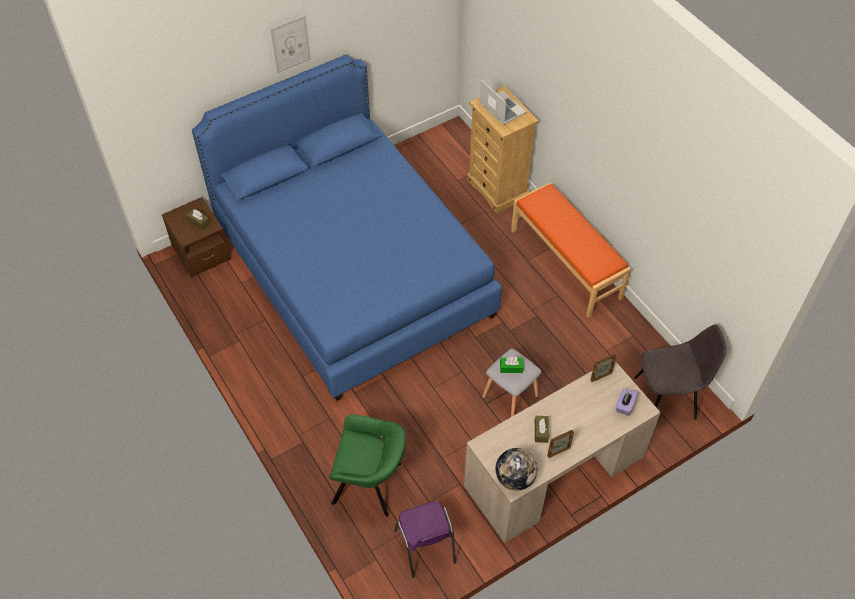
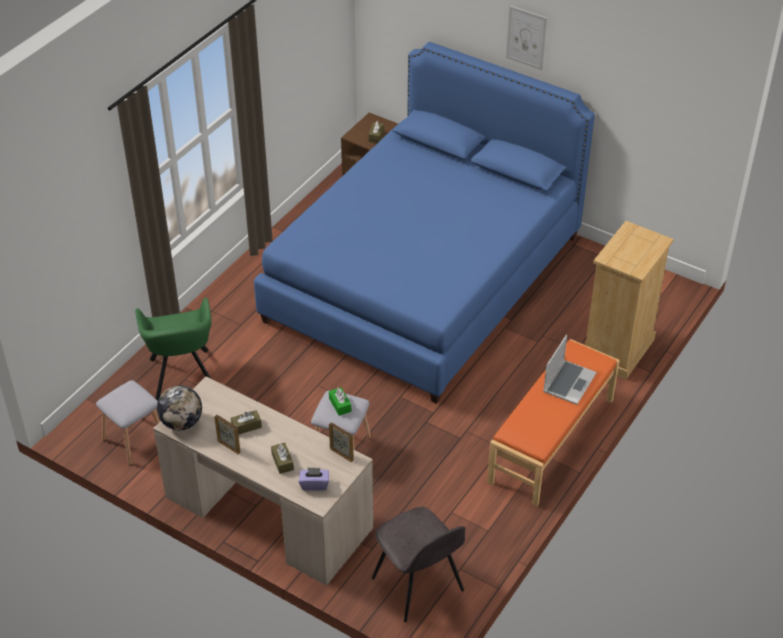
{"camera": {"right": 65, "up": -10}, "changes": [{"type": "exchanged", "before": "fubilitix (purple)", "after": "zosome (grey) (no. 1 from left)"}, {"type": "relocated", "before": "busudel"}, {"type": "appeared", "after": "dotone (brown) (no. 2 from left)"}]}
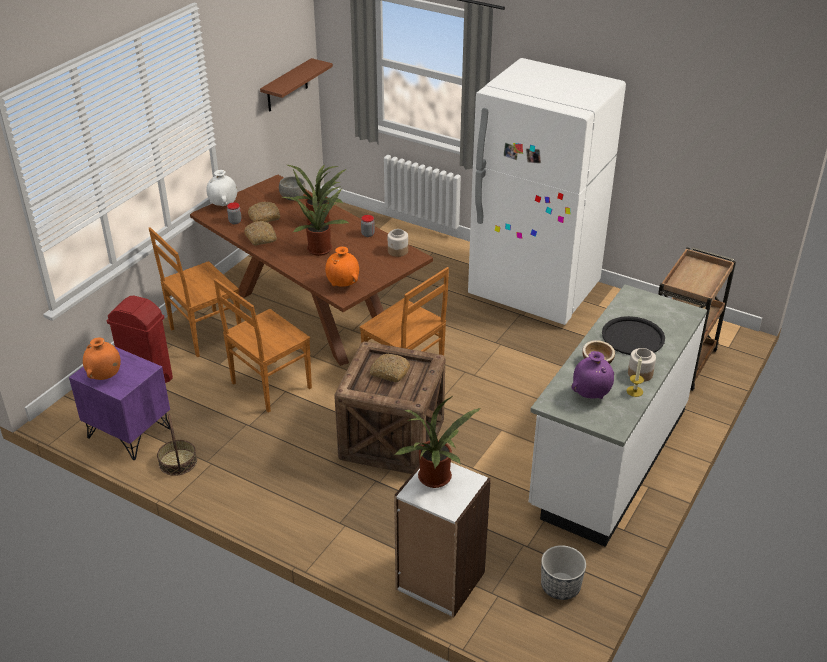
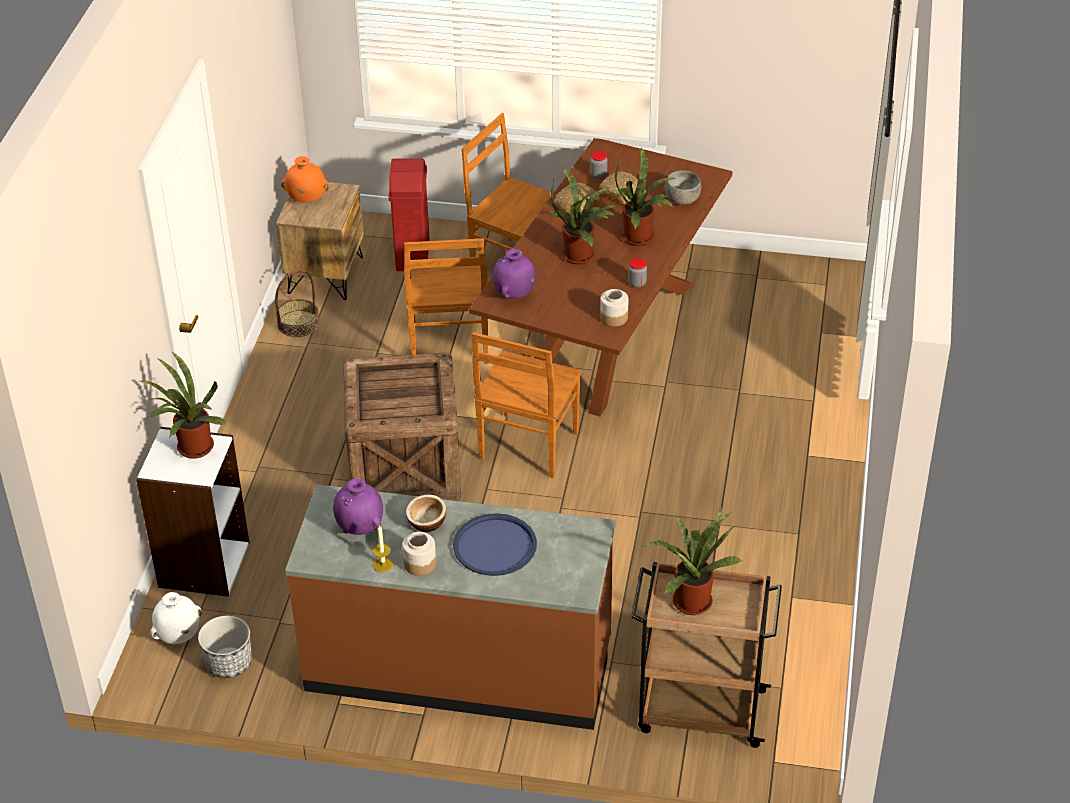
{"camera": {"right": 70, "up": 5}, "changes": [{"type": "colour", "before": "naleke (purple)", "after": "naleke (brown)"}, {"type": "relocated", "before": "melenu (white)"}, {"type": "spun", "before": "fubilitix (brown) (no. 2 from left in the first image)", "turn": -120}, {"type": "missing", "before": "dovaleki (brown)"}, {"type": "colour", "before": "melenu (orange) (no. 2 from left)", "after": "melenu (purple) (no. 2 from left)"}, {"type": "missing", "before": "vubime (no. 3 from left)"}, {"type": "missing", "before": "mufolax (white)"}, {"type": "colour", "before": "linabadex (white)", "after": "linabadex (brown)"}, {"type": "colour", "before": "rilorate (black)", "after": "rilorate (blue)"}, {"type": "appeared", "after": "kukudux (no. 4 from left)"}]}
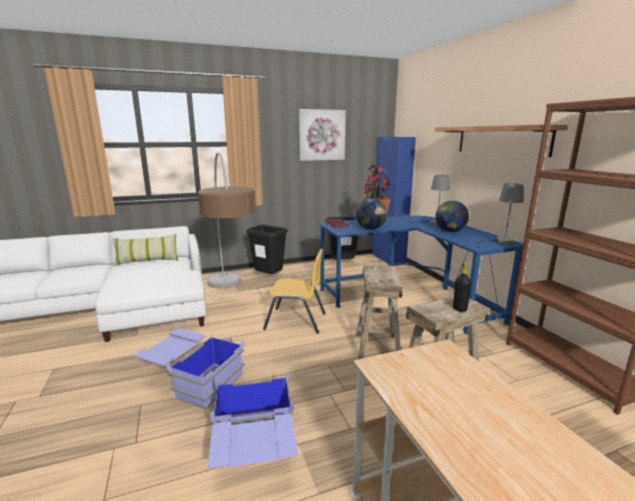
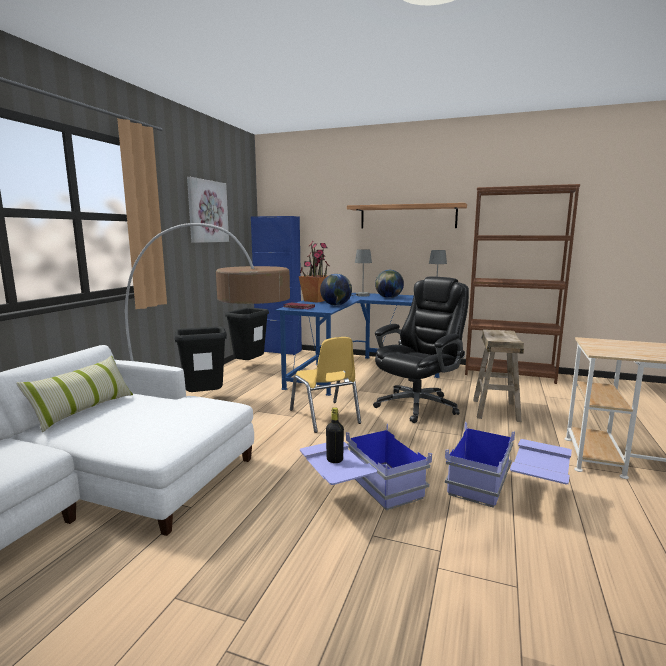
{"camera": {"right": -50, "up": -5}, "changes": [{"type": "spun", "before": "fubilitix (yellow)", "turn": 105}, {"type": "exchanged", "before": "zosome (beige) (no. 1 from left)", "after": "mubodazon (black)"}, {"type": "relocated", "before": "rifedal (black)"}]}
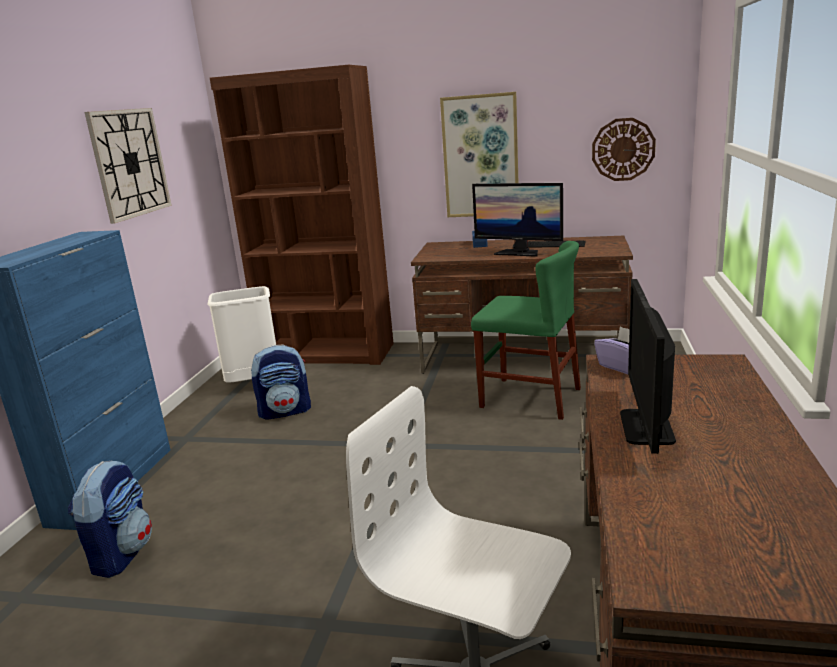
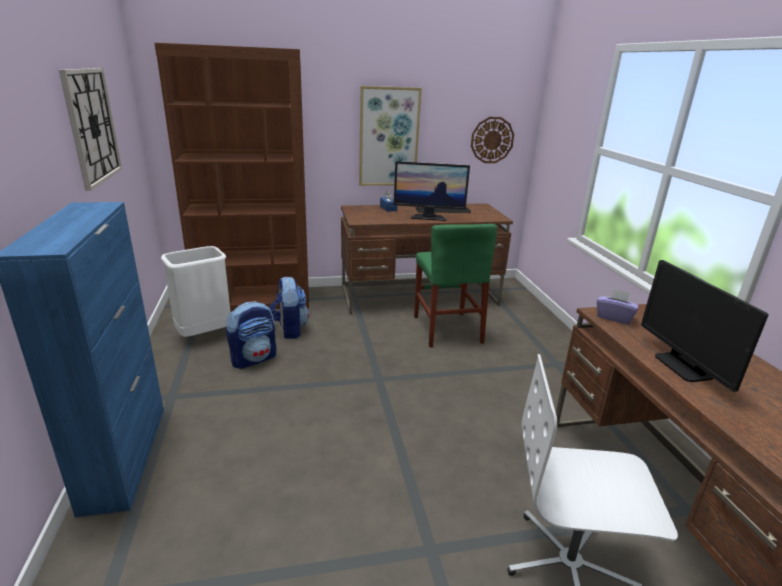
{"camera": {"right": -25, "up": 5}, "changes": [{"type": "relocated", "before": "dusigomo (no. 1 from left in the first image)", "after": "dusigomo (no. 2 from left)"}, {"type": "spun", "before": "fubilitix (green)", "turn": 75}]}
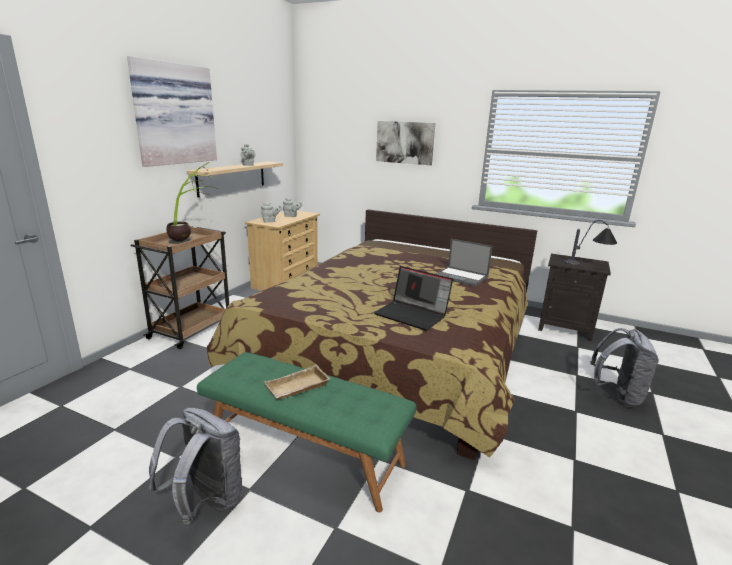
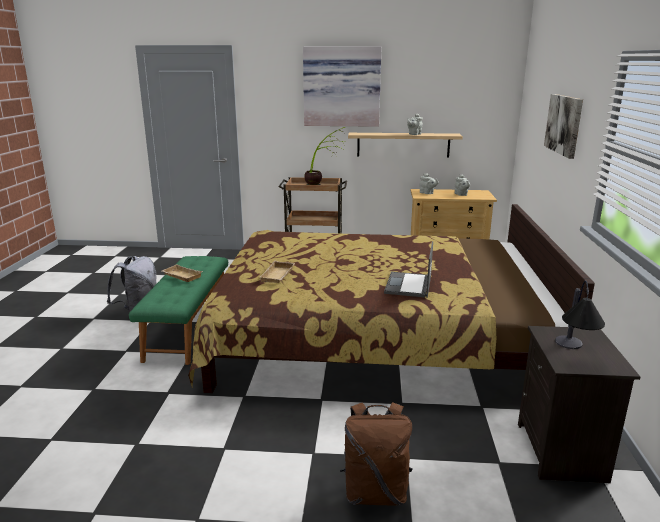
{"camera": {"right": 70, "up": 0}, "changes": [{"type": "exchanged", "before": "busudel (no. 1 from left)", "after": "rilorate (beige) (no. 2 from left)"}, {"type": "colour", "before": "dusigomo (grey) (no. 2 from left)", "after": "dusigomo (brown)"}]}
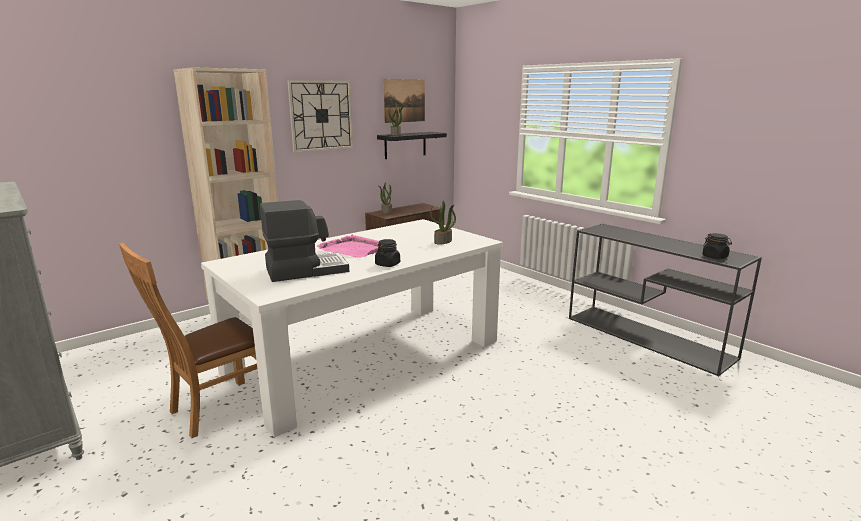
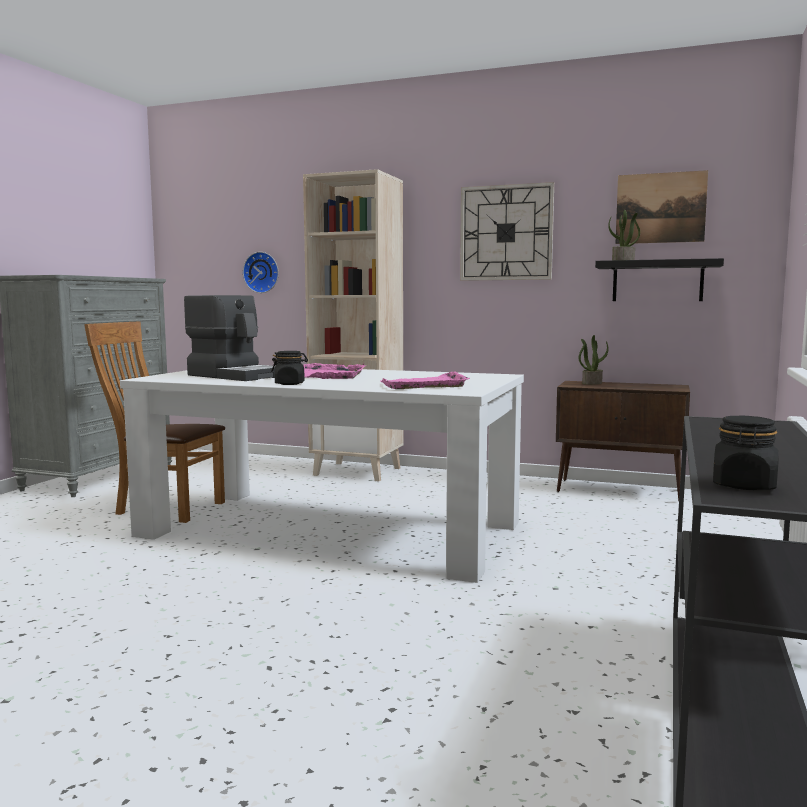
{"camera": {"right": 60, "up": -10}, "changes": [{"type": "exchanged", "before": "kukudux (no. 3 from left)", "after": "rilorate (pink) (no. 2 from left)"}, {"type": "appeared", "after": "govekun (no. 1 from left)"}]}
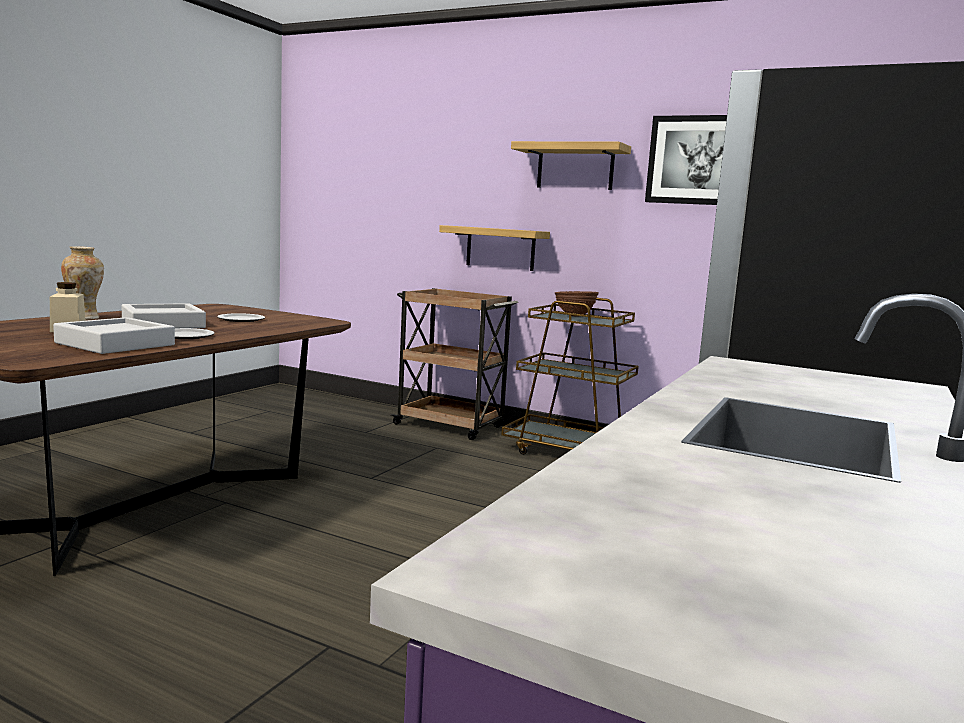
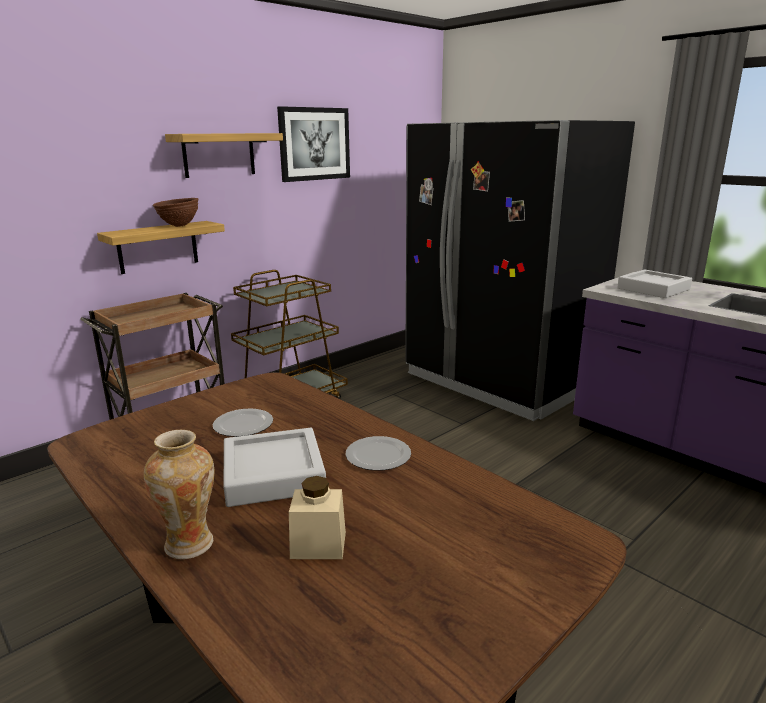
{"camera": {"right": -70, "up": 10}, "changes": [{"type": "relocated", "before": "rilorate (grey) (no. 1 from left in the first image)", "after": "rilorate (grey) (no. 2 from left)"}, {"type": "relocated", "before": "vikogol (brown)"}]}
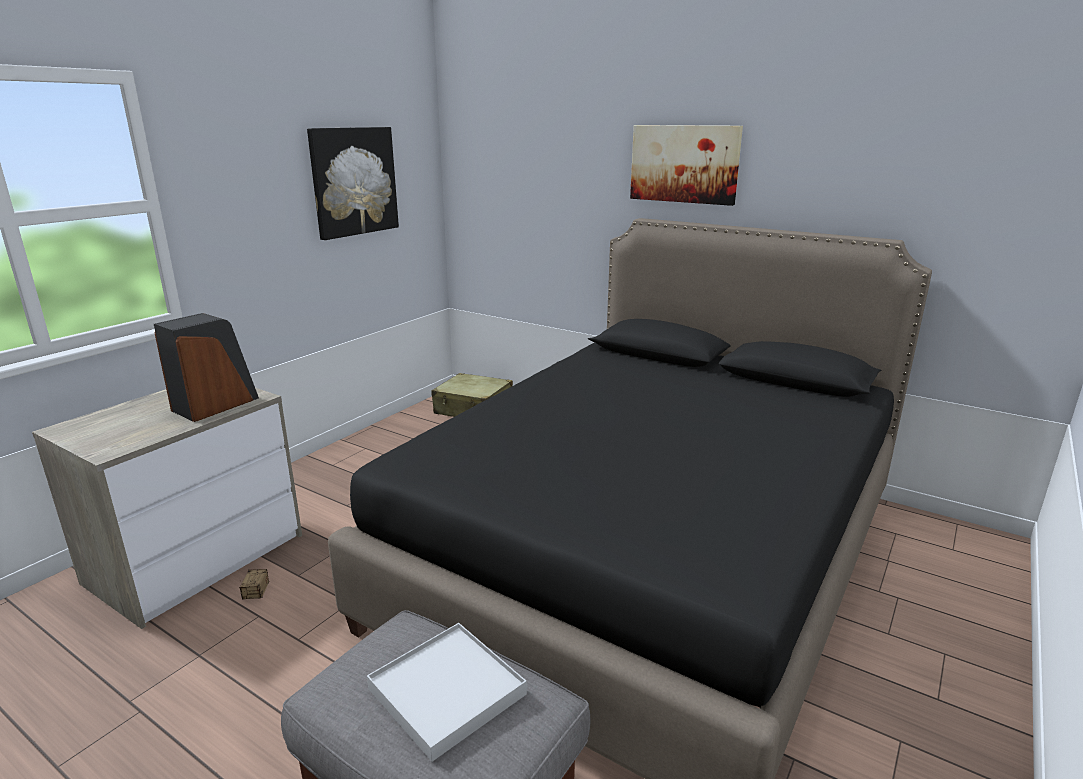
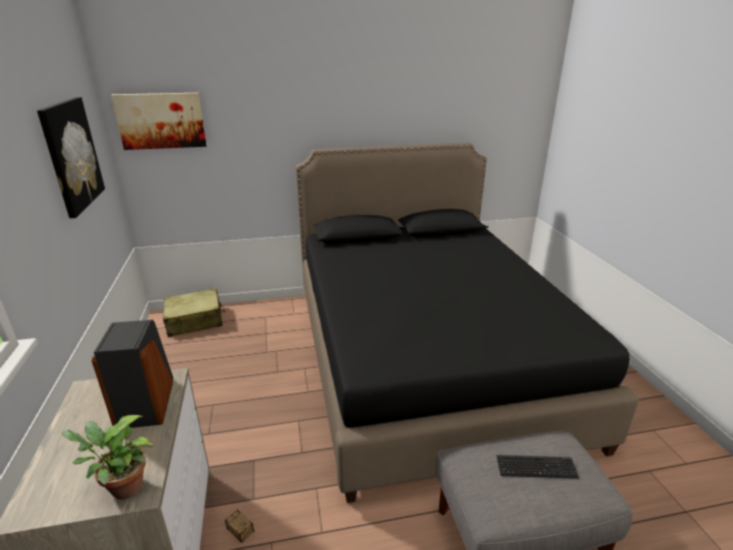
{"camera": {"right": -45, "up": 5}, "changes": [{"type": "exchanged", "before": "rilorate (white)", "after": "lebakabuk"}, {"type": "relocated", "before": "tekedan (no. 2 from left)"}, {"type": "appeared", "after": "kukudux"}]}
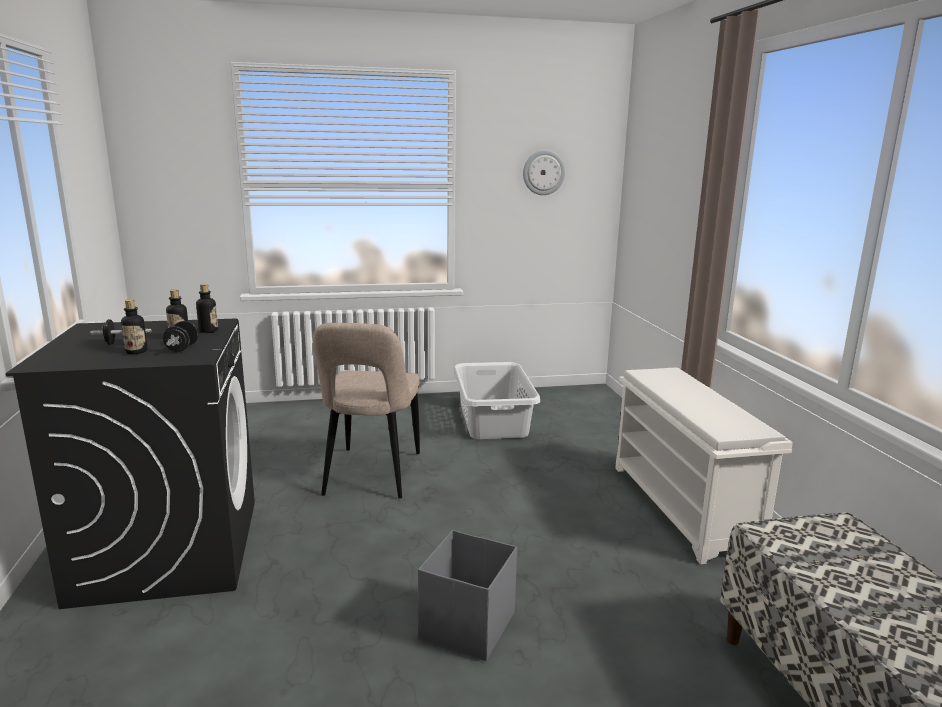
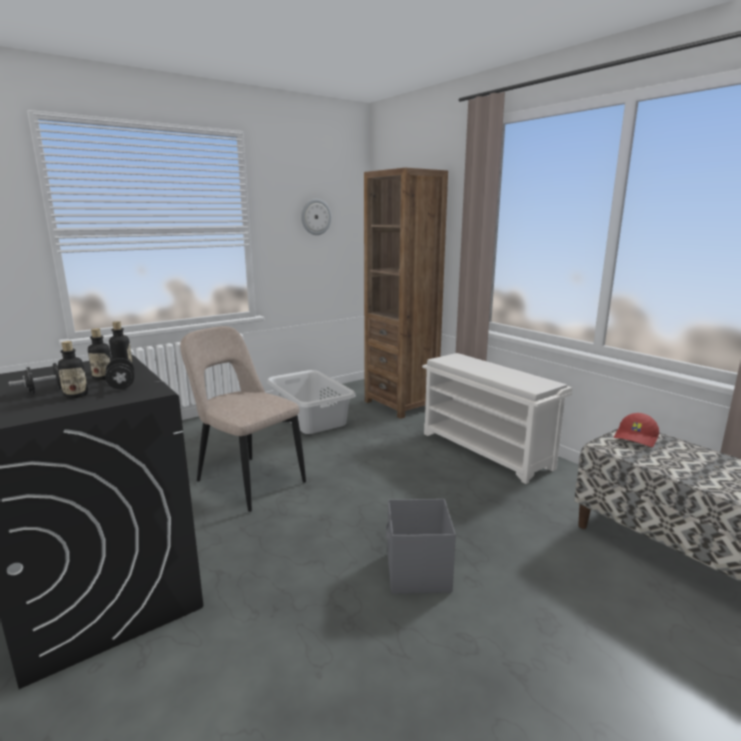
{"camera": {"right": -25, "up": 0}, "changes": [{"type": "spun", "before": "fubilitix (beige)", "turn": 150}, {"type": "appeared", "after": "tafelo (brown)"}, {"type": "appeared", "after": "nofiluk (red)"}]}
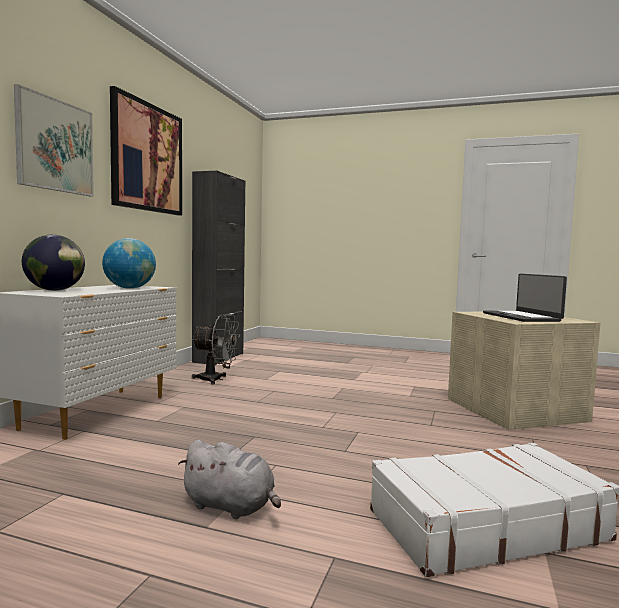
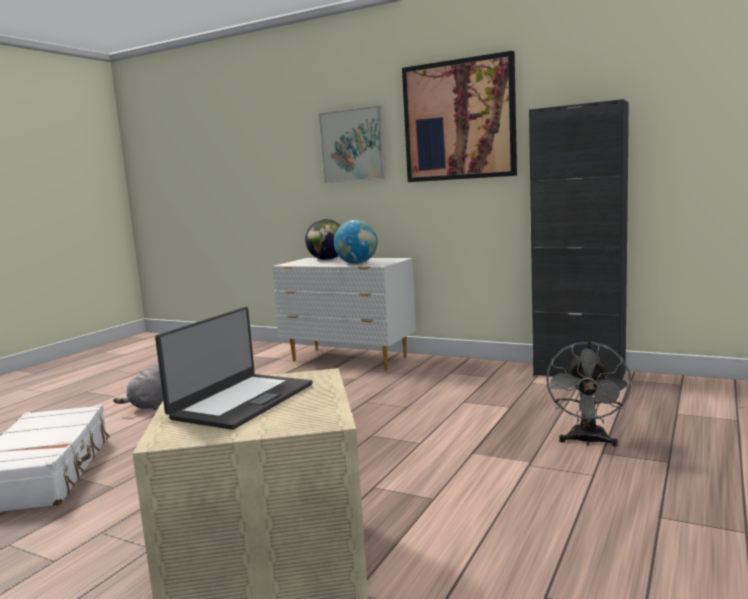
{"camera": {"right": 100, "up": 5}, "changes": [{"type": "relocated", "before": "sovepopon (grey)"}, {"type": "spun", "before": "busudel", "turn": 120}]}
